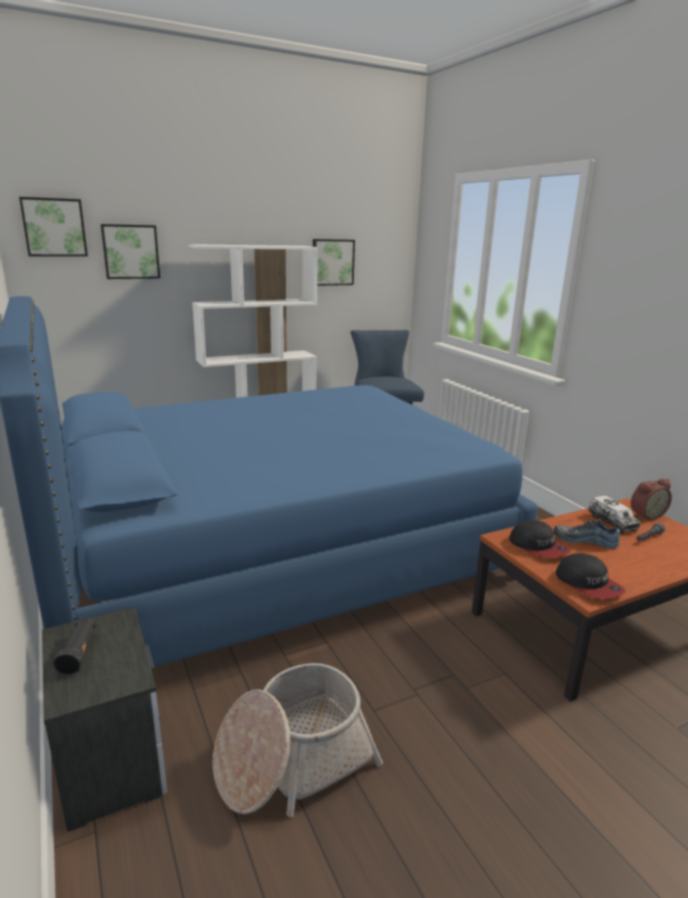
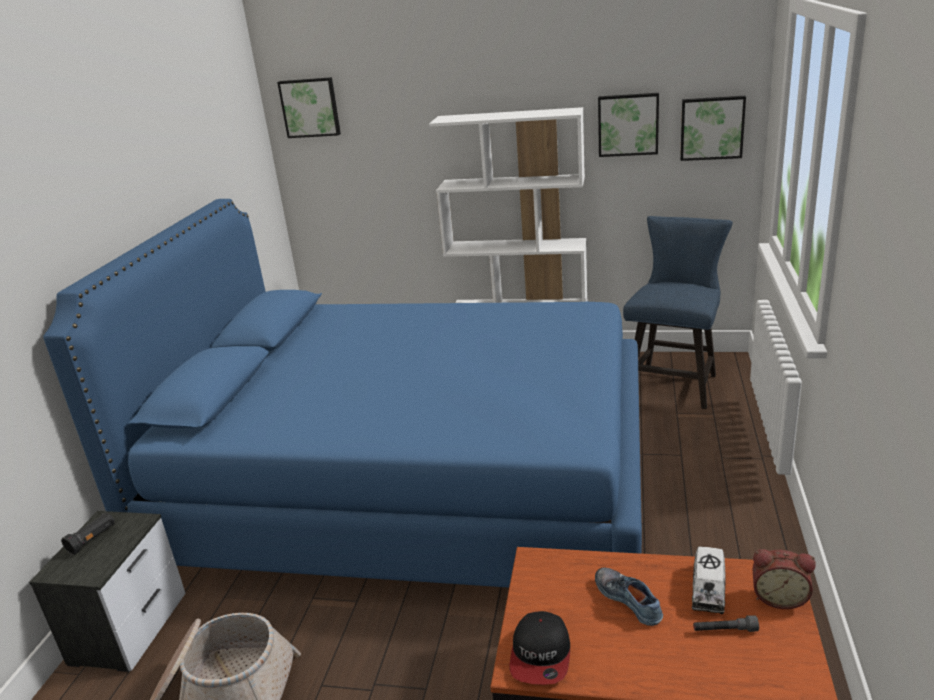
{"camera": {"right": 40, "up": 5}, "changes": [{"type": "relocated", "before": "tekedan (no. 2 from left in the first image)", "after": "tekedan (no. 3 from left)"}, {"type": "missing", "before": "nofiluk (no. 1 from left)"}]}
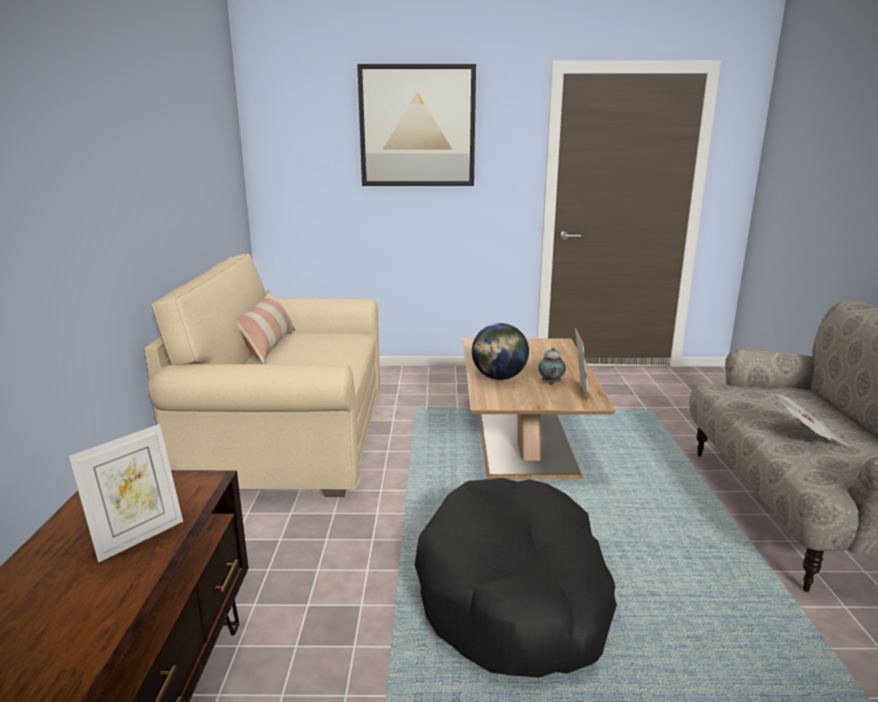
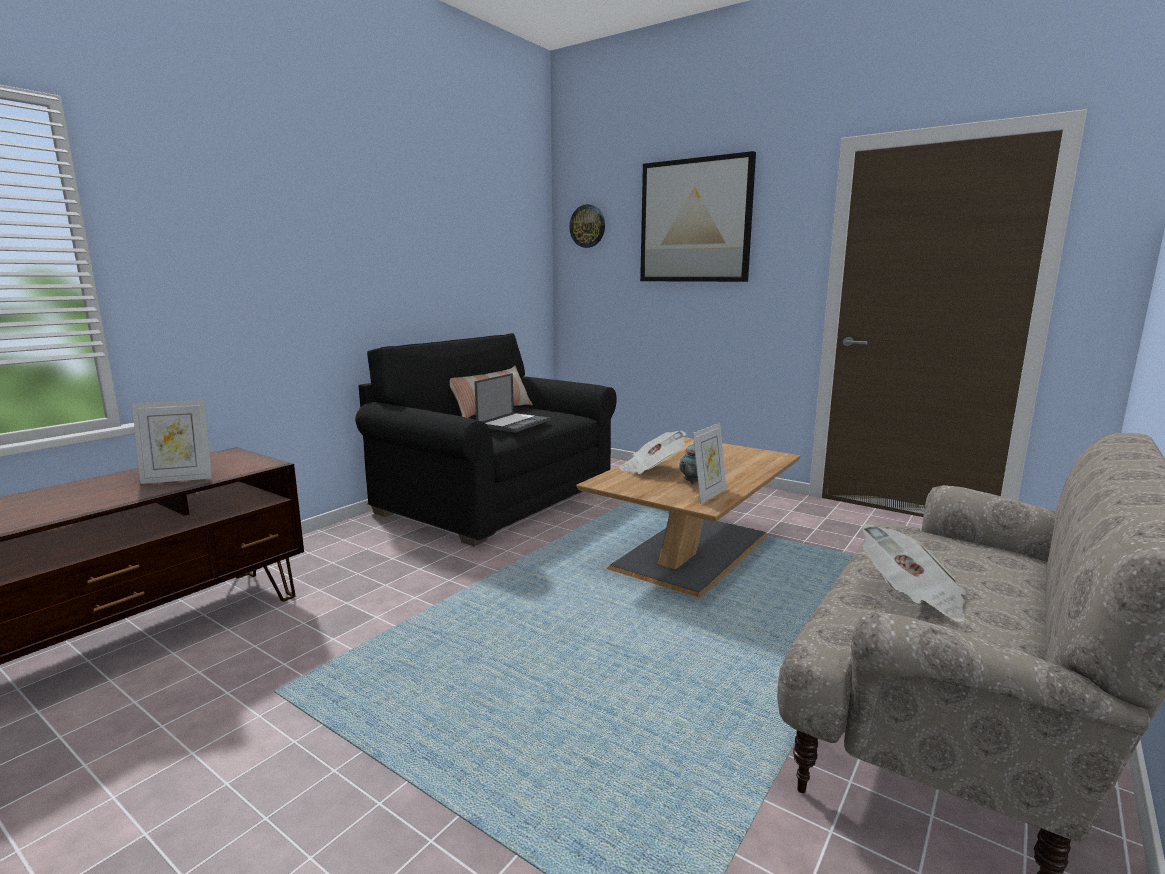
{"camera": {"right": 35, "up": -5}, "changes": [{"type": "colour", "before": "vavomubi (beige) (no. 1 from left)", "after": "vavomubi (black)"}, {"type": "missing", "before": "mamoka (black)"}, {"type": "exchanged", "before": "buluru", "after": "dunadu (no. 1 from left)"}, {"type": "appeared", "after": "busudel"}, {"type": "appeared", "after": "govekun"}]}
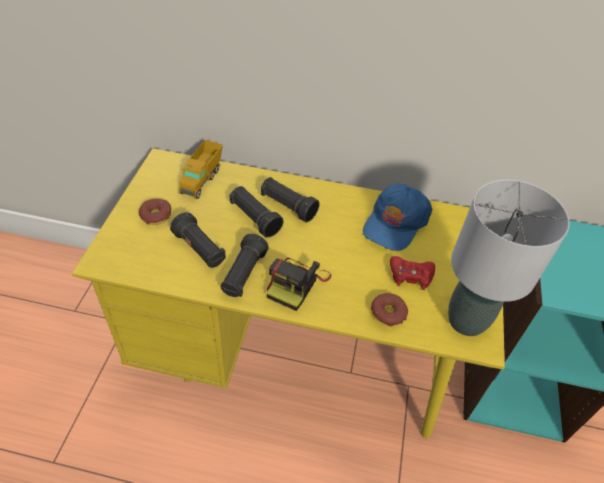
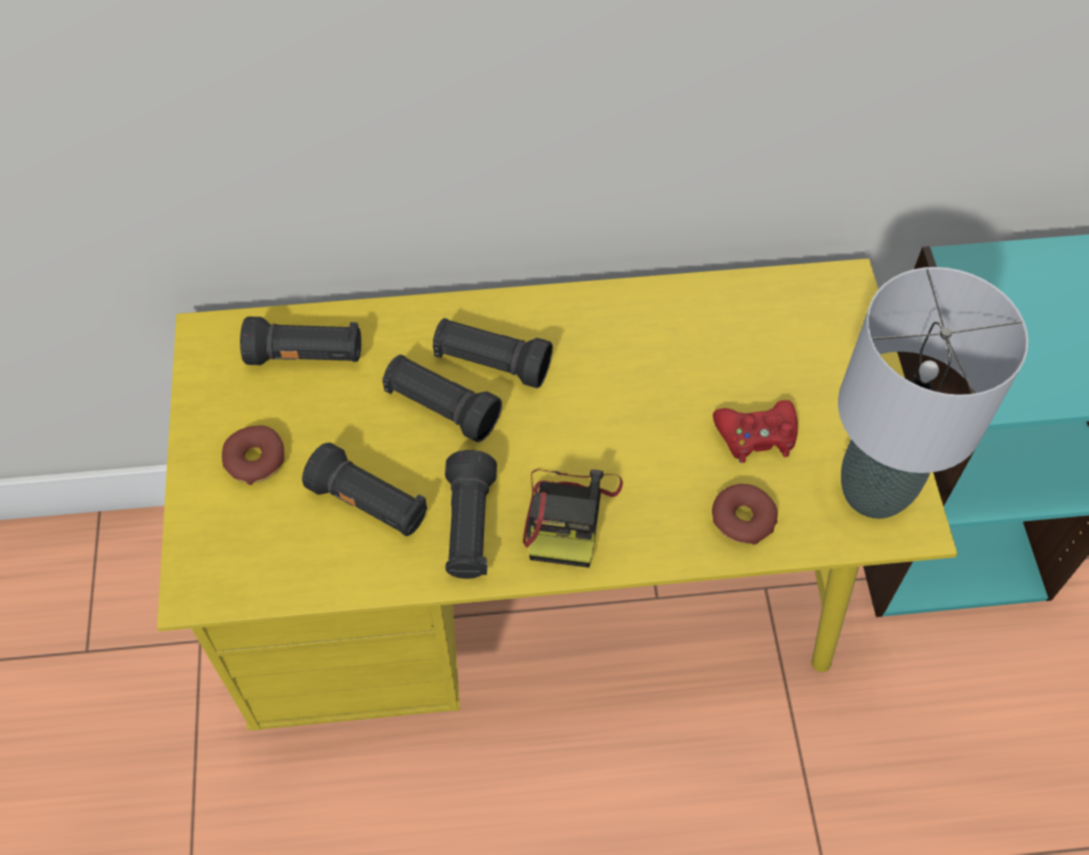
{"camera": {"right": -15, "up": 10}, "changes": [{"type": "exchanged", "before": "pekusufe", "after": "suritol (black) (no. 1 from left)"}, {"type": "missing", "before": "nofiluk (blue)"}]}
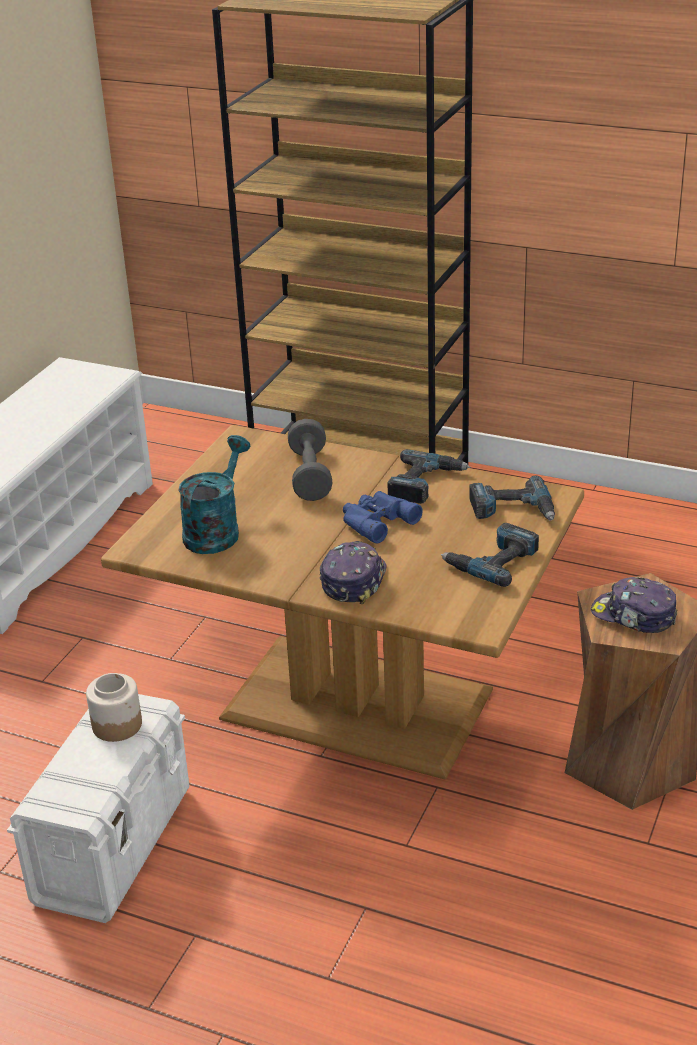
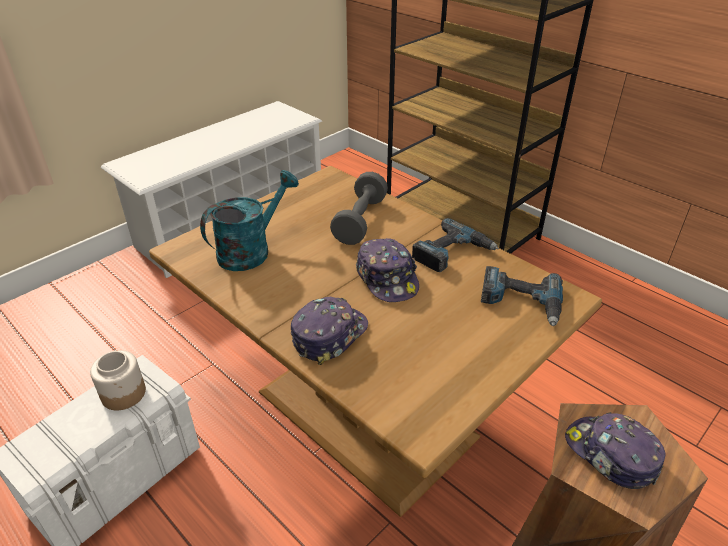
{"camera": {"right": 20, "up": 5}, "changes": [{"type": "exchanged", "before": "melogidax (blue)", "after": "nofiluk (no. 2 from left)"}, {"type": "missing", "before": "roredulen (no. 2 from left)"}]}
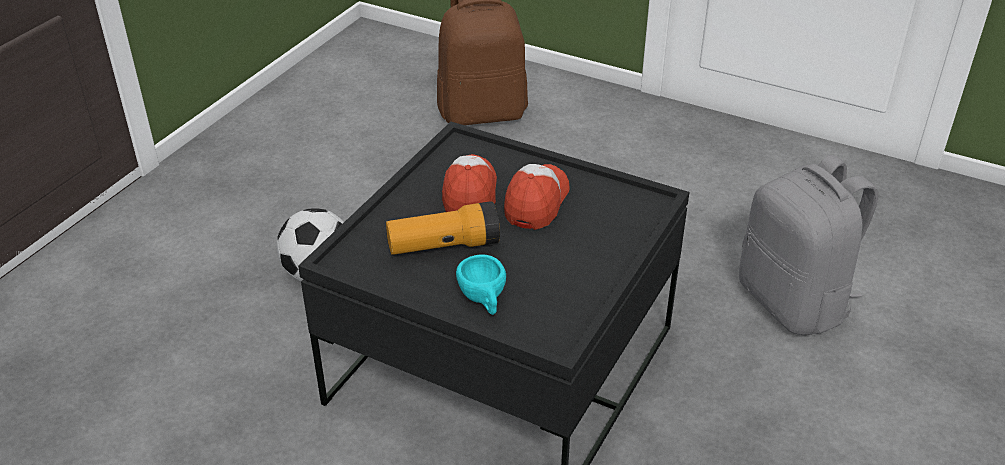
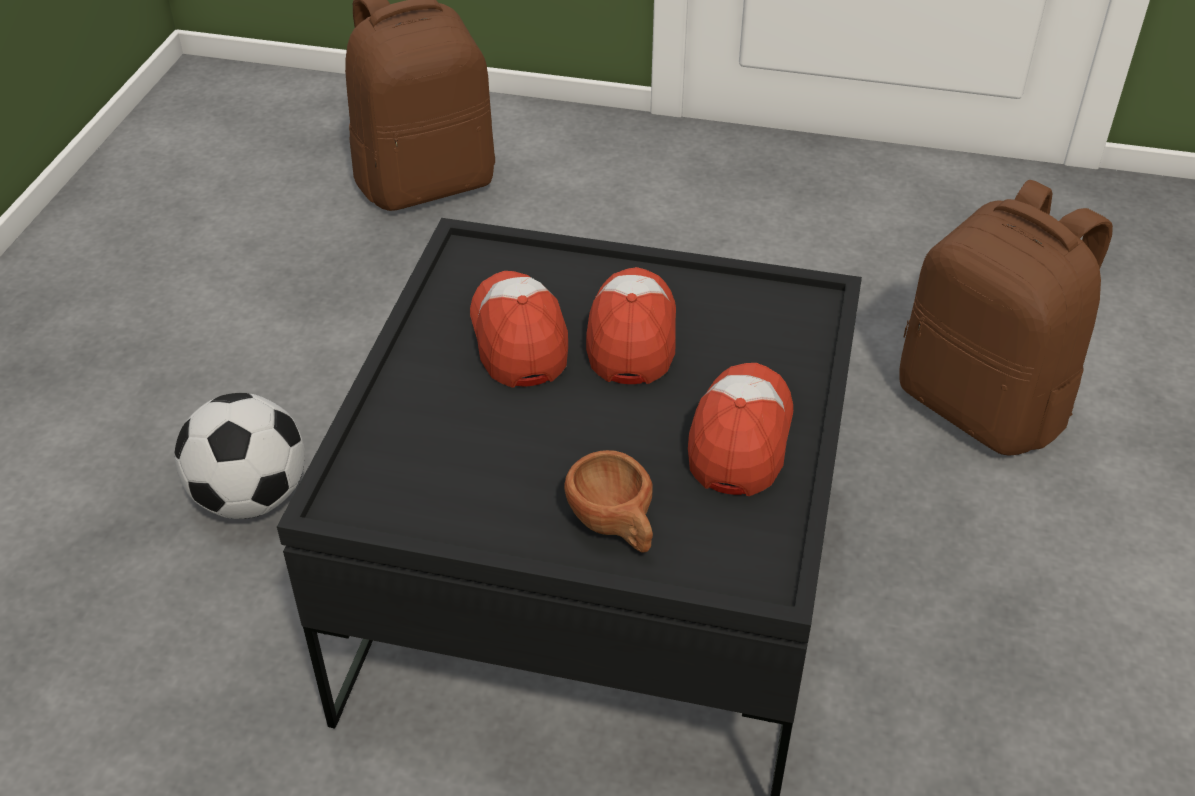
{"camera": {"right": -15, "up": 5}, "changes": [{"type": "missing", "before": "suritol"}, {"type": "colour", "before": "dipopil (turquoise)", "after": "dipopil (brown)"}, {"type": "colour", "before": "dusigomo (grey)", "after": "dusigomo (brown) (no. 2 from left)"}, {"type": "appeared", "after": "nofiluk (no. 3 from left)"}]}
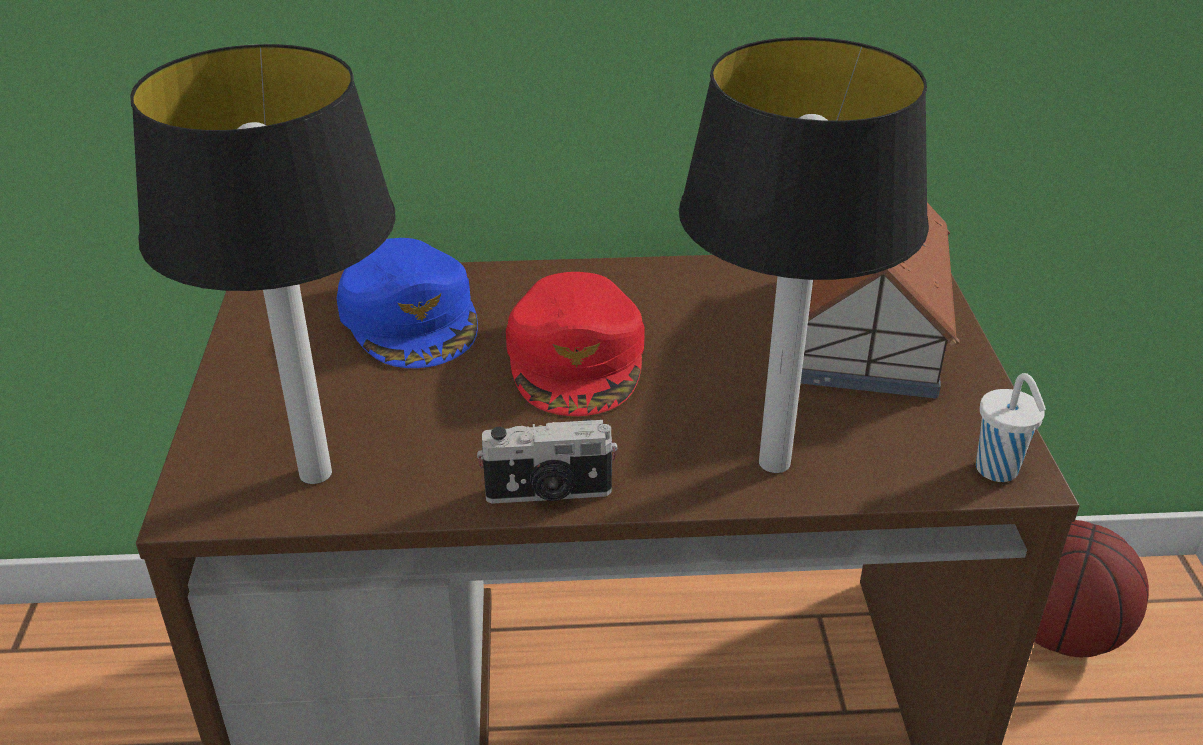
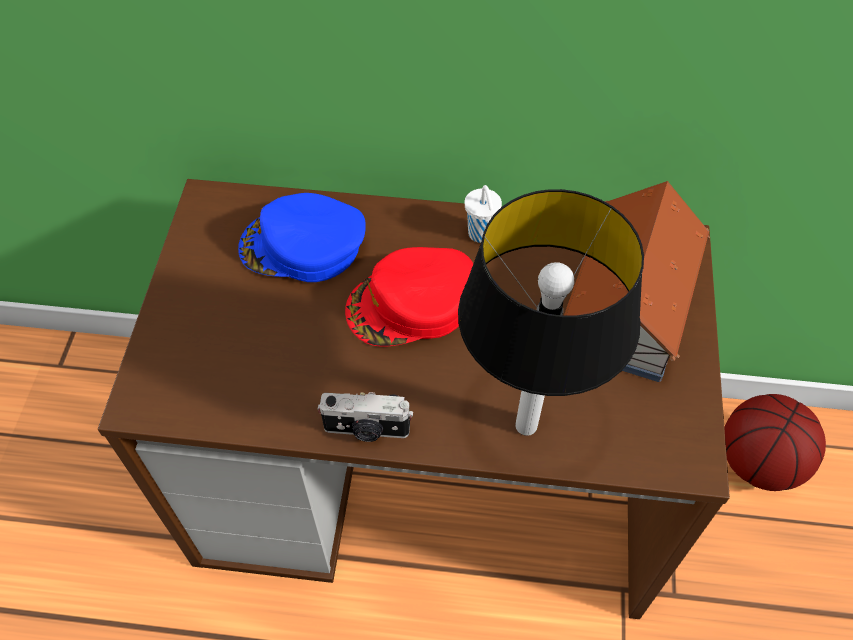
{"camera": {"right": 10, "up": 20}, "changes": [{"type": "missing", "before": "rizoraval (no. 1 from left)"}, {"type": "spun", "before": "nofiluk (blue)", "turn": 105}, {"type": "spun", "before": "nofiluk (red)", "turn": 60}, {"type": "relocated", "before": "dipopil (white)"}]}
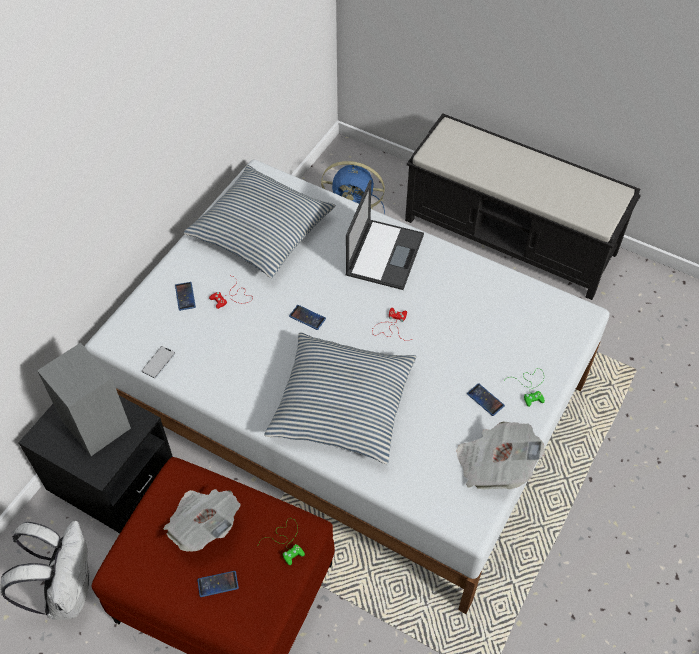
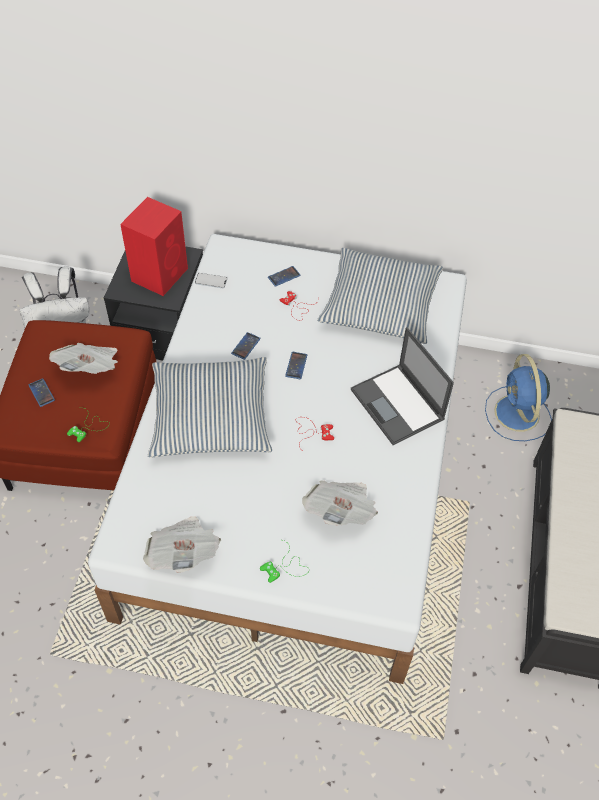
{"camera": {"right": 70, "up": 0}, "changes": [{"type": "colour", "before": "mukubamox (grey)", "after": "mukubamox (red)"}, {"type": "spun", "before": "busudel", "turn": 60}, {"type": "relocated", "before": "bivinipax (no. 5 from left in the first image)", "after": "bivinipax (no. 3 from left)"}, {"type": "appeared", "after": "dunadu (no. 3 from left)"}]}
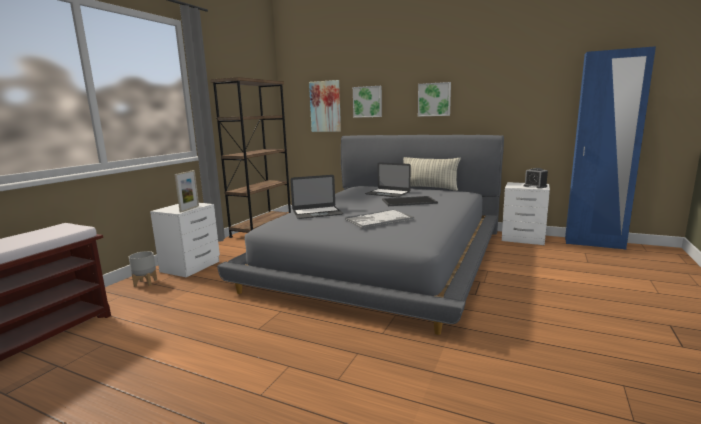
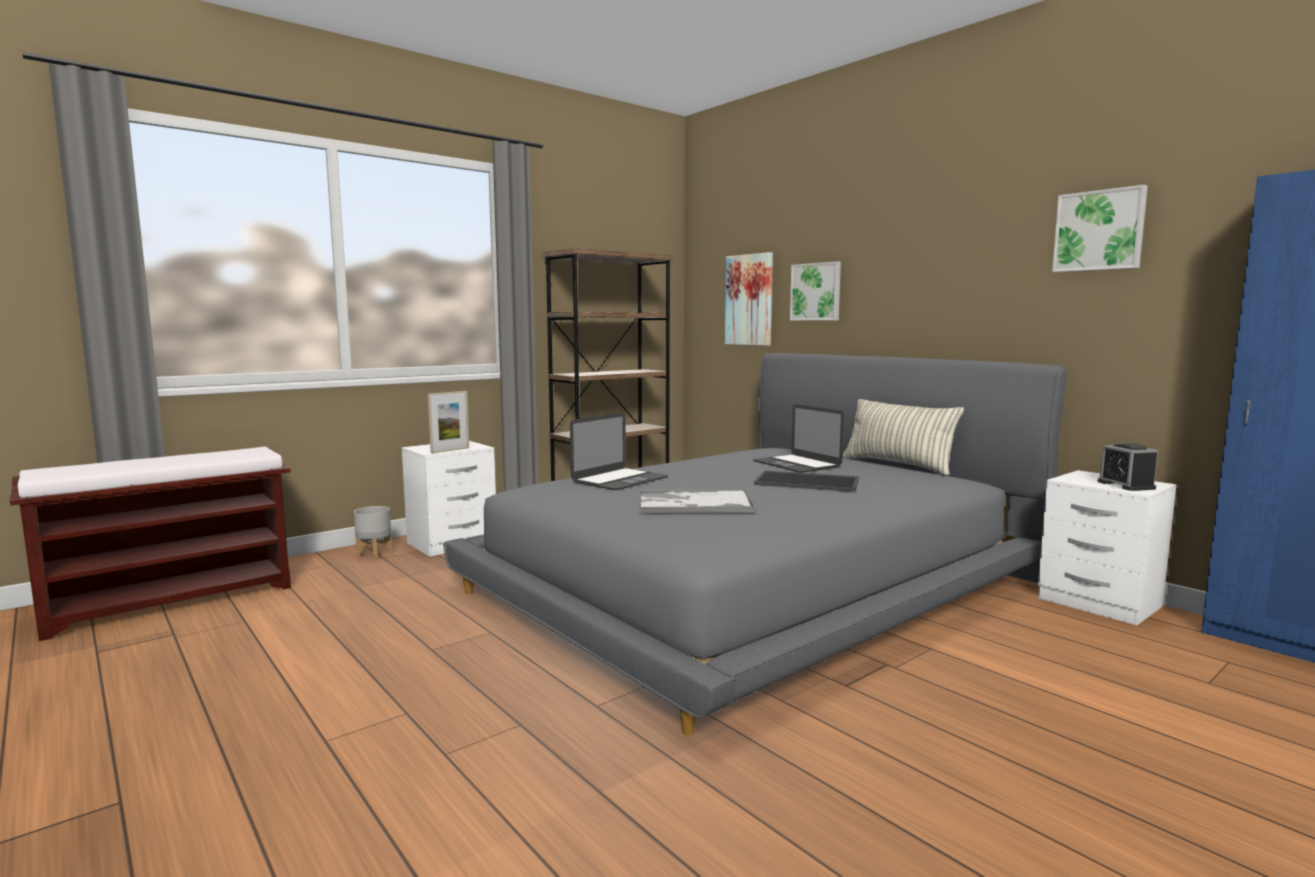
{"camera": {"right": 25, "up": -5}, "changes": [{"type": "spun", "before": "busudel (no. 1 from left)", "turn": -60}, {"type": "relocated", "before": "tekedan (no. 3 from left)"}]}
